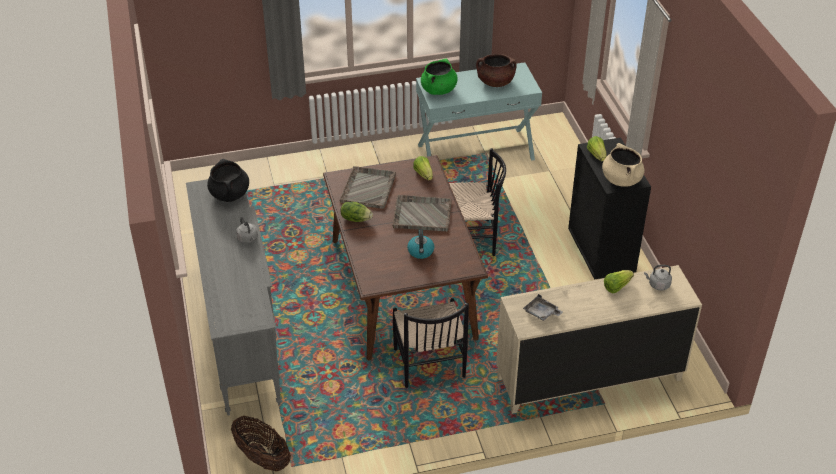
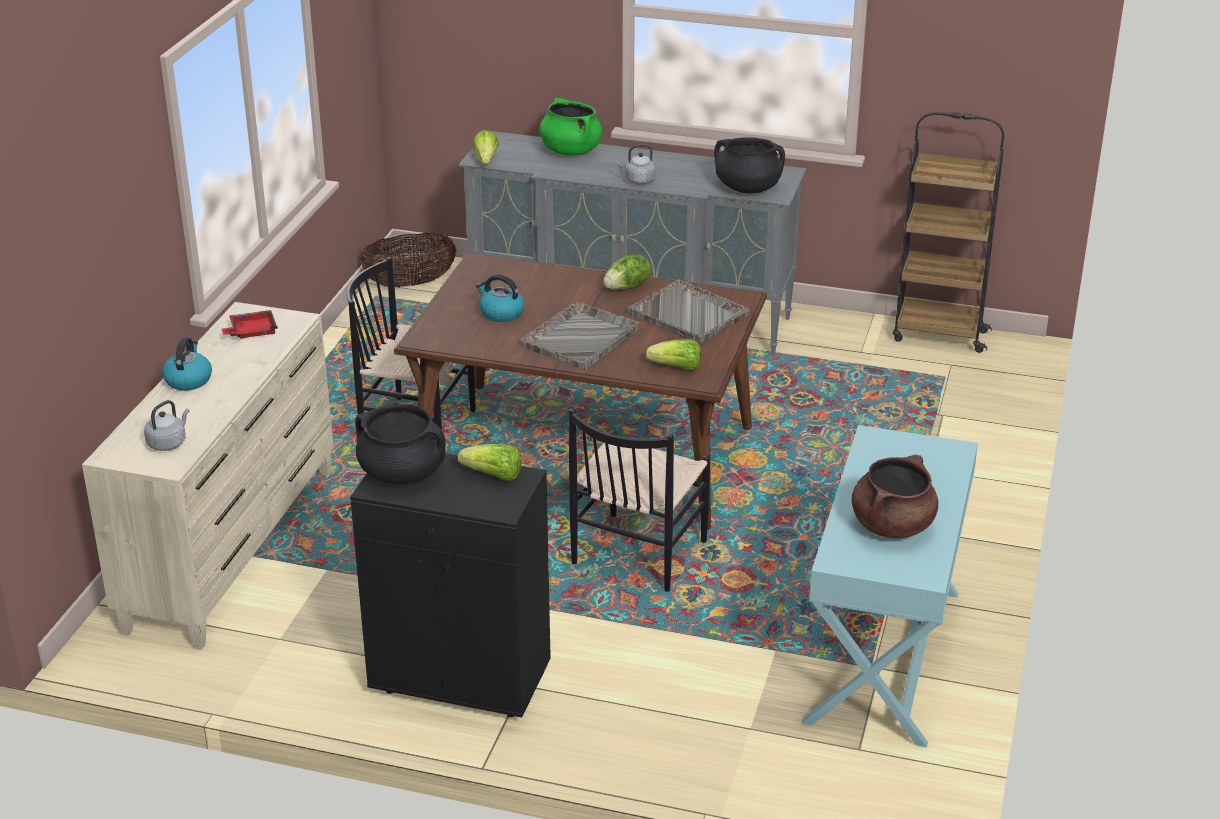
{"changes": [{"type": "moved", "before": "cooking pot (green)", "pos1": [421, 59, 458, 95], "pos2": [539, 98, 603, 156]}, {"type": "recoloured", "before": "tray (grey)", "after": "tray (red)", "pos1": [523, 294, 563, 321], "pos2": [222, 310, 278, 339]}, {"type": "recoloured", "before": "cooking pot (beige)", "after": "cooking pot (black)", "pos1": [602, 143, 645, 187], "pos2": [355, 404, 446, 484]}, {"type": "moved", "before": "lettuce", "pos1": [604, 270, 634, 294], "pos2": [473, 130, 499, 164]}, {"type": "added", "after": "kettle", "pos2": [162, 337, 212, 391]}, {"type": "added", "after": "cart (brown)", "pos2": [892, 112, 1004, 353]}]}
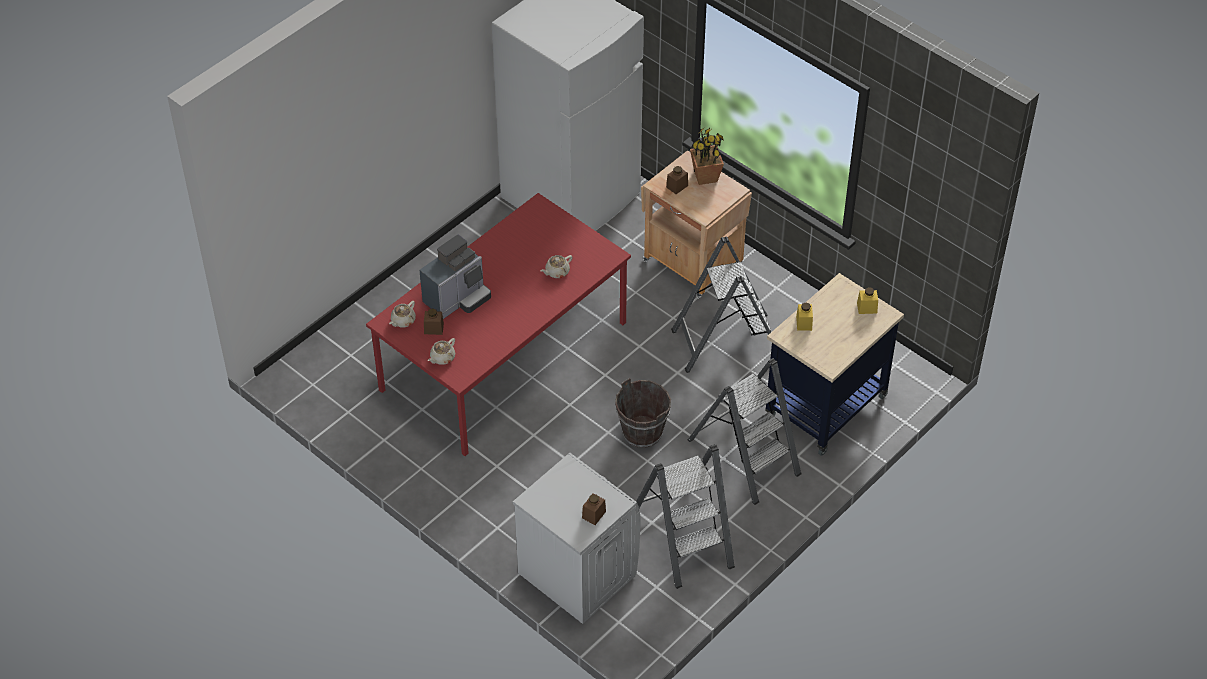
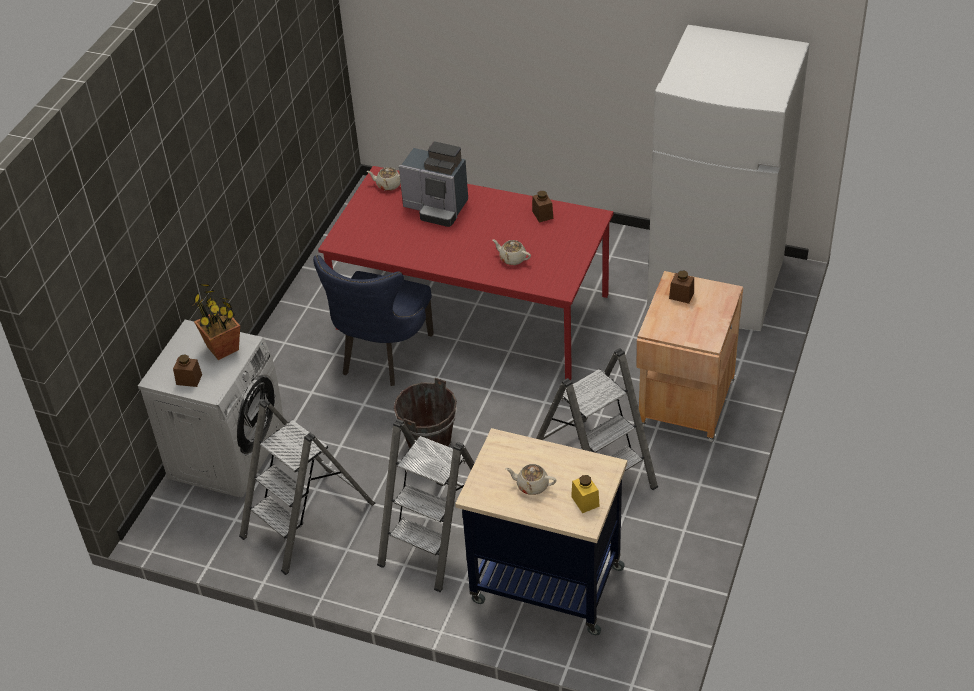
{"changes": [{"type": "moved", "before": "jar (brown)", "pos1": [424, 308, 444, 335], "pos2": [532, 191, 553, 222]}, {"type": "moved", "before": "teapot (beige)", "pos1": [428, 338, 455, 365], "pos2": [505, 464, 556, 495]}, {"type": "moved", "before": "potted plant", "pos1": [690, 128, 724, 185], "pos2": [193, 284, 240, 360]}, {"type": "removed", "before": "jar (yellow)", "pos1": [796, 303, 813, 331]}, {"type": "added", "after": "chair (blue)", "pos2": [313, 255, 434, 386]}]}
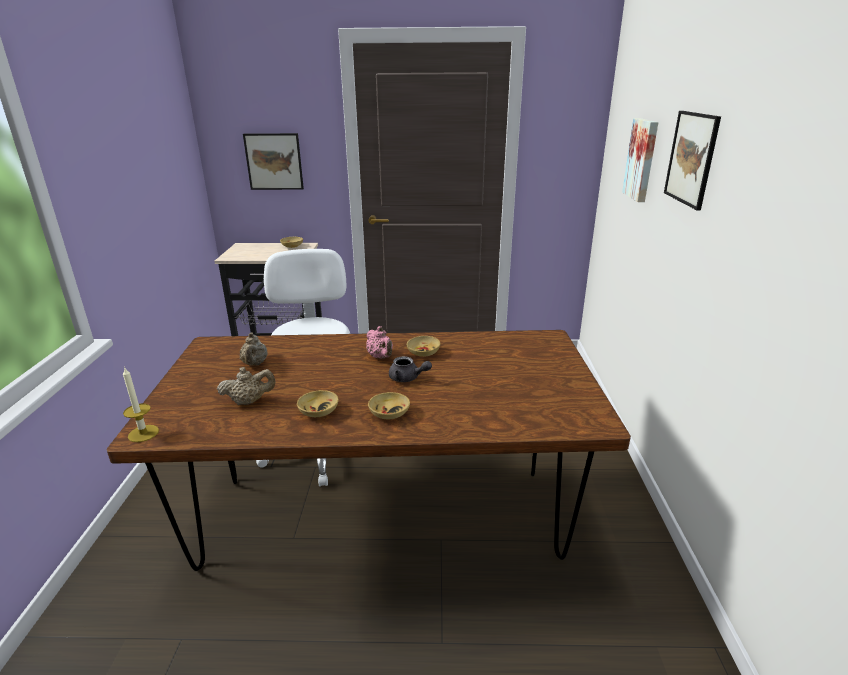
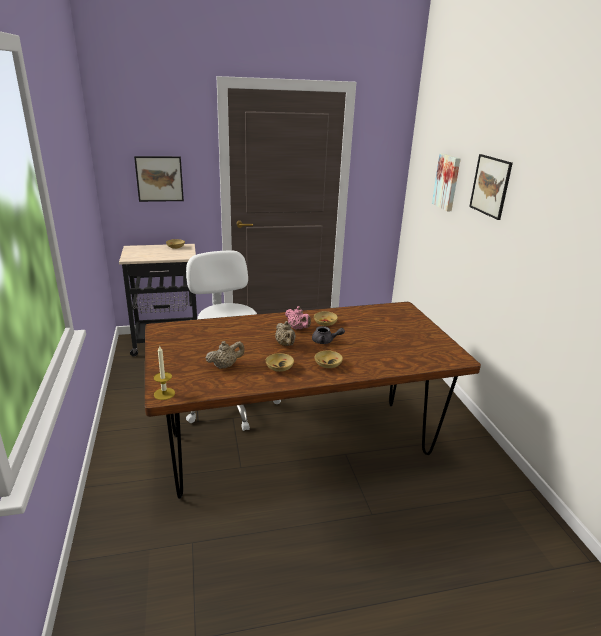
{"changes": [{"type": "moved", "before": "teapot (beige)", "pos1": [240, 332, 268, 366], "pos2": [275, 321, 296, 346]}]}
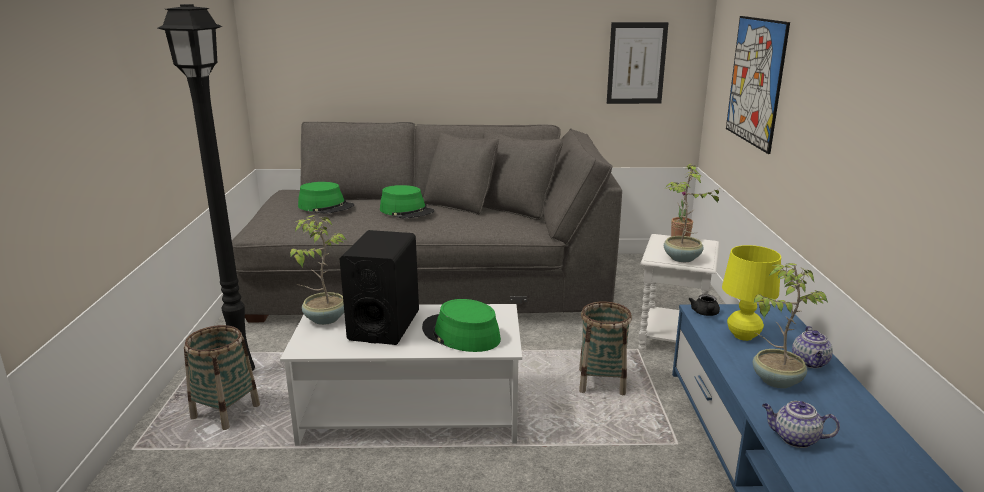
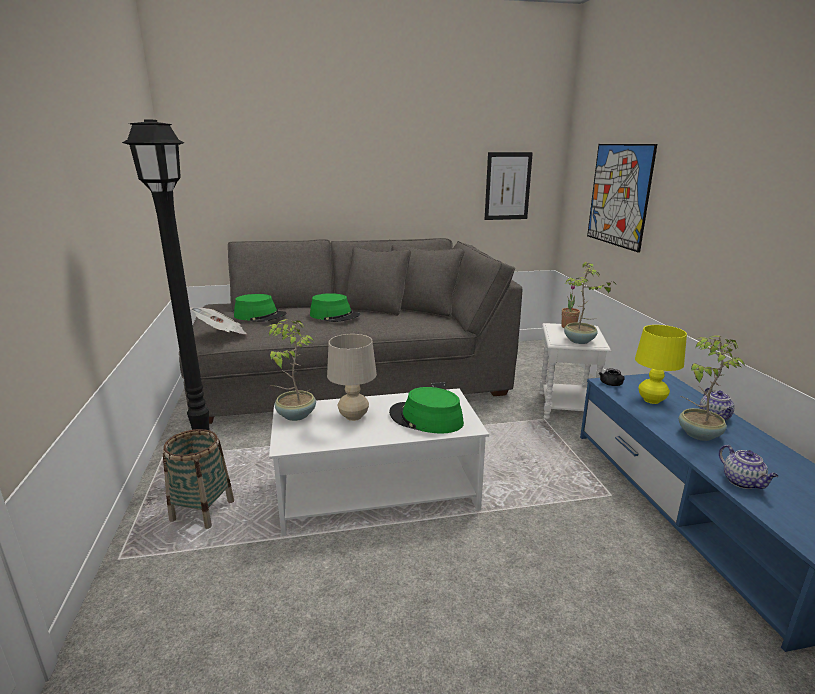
{"changes": [{"type": "replaced", "before": "speaker (black)", "after": "table lamp (beige)", "pos1": [340, 230, 419, 345], "pos2": [327, 334, 377, 421]}, {"type": "removed", "before": "basket", "pos1": [579, 301, 632, 395]}, {"type": "turned", "before": "teapot", "pos1": [762, 401, 840, 448], "pos2": [719, 445, 779, 489], "turn": -120}, {"type": "added", "after": "newspaper", "pos2": [190, 307, 247, 334]}]}
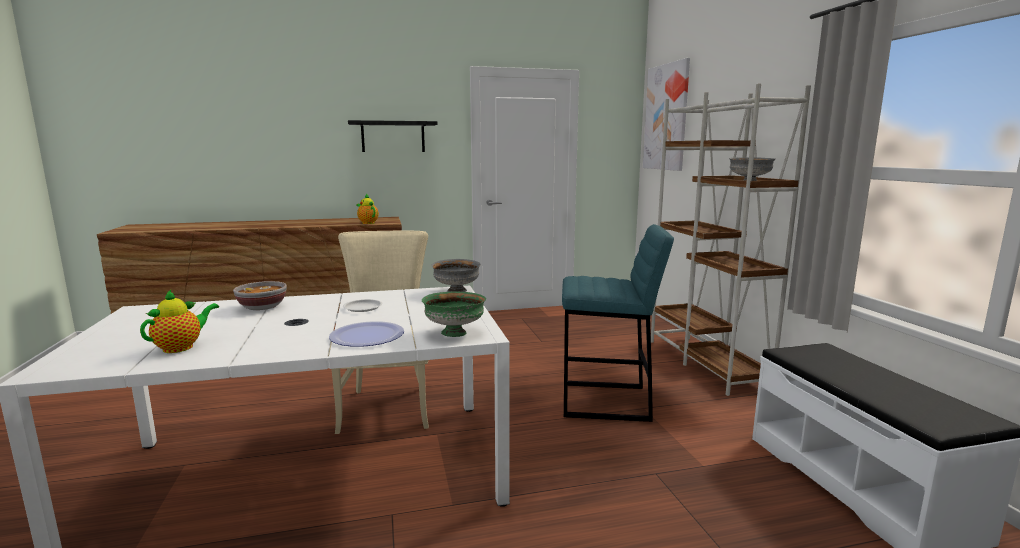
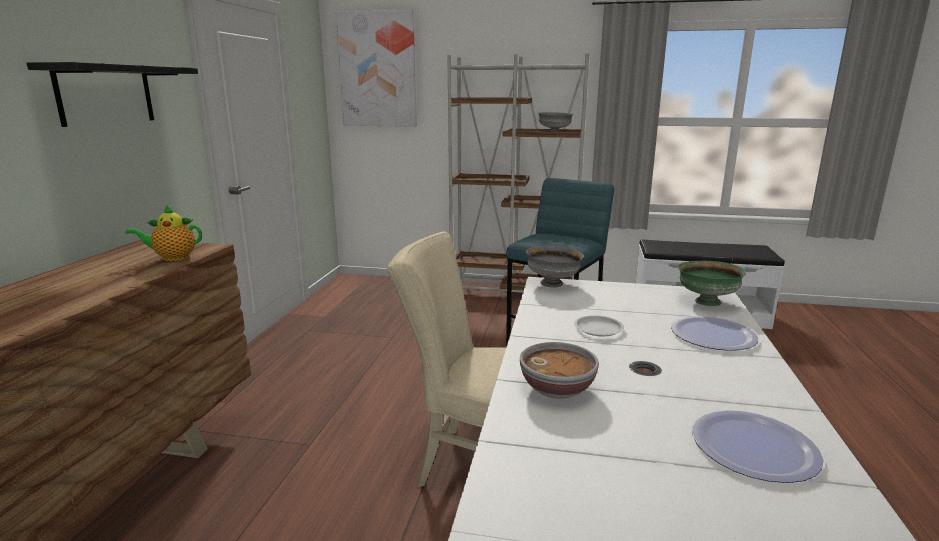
{"changes": [{"type": "replaced", "before": "teapot", "after": "plate", "pos1": [140, 290, 219, 353], "pos2": [693, 410, 824, 483]}]}
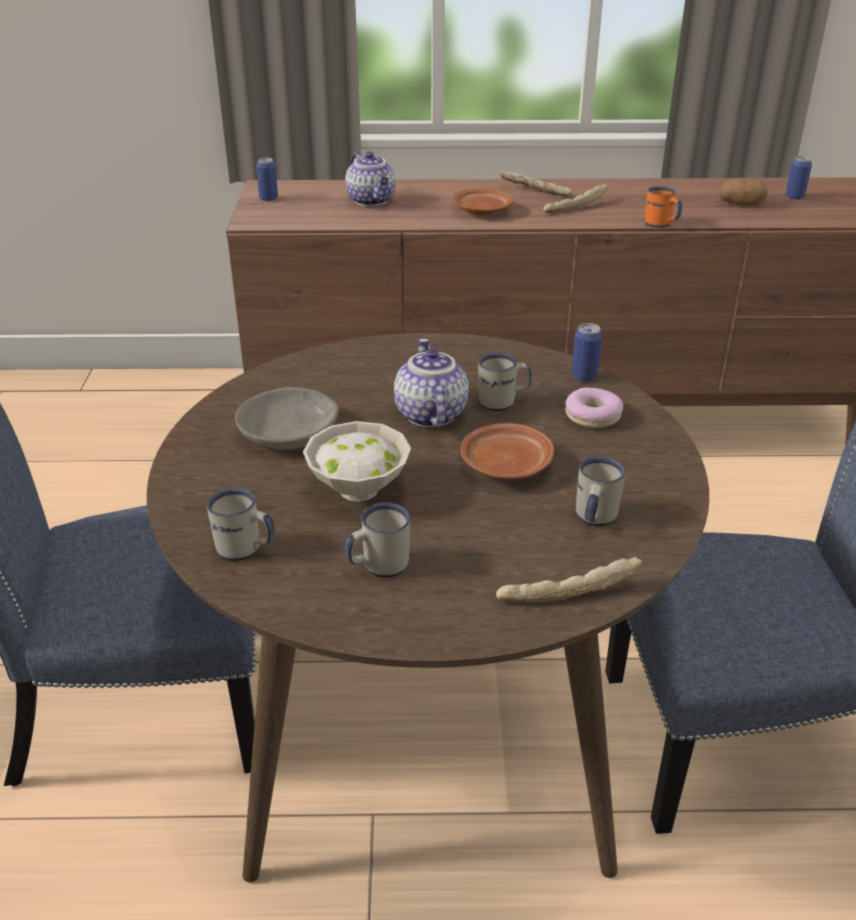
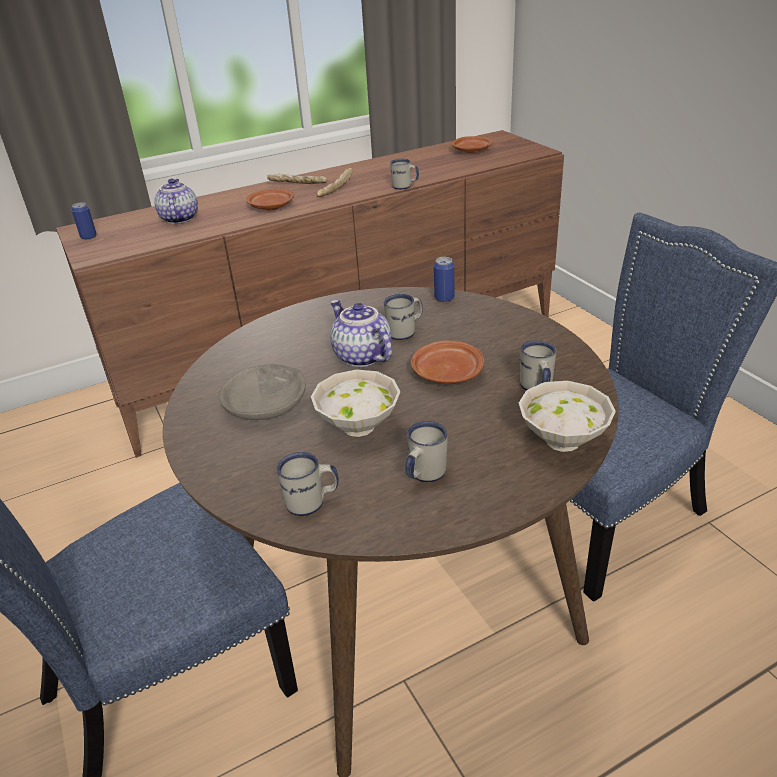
{"changes": [{"type": "turned", "before": "teapot", "pos1": [345, 152, 396, 206], "pos2": [154, 179, 198, 224], "turn": -135}, {"type": "replaced", "before": "bread", "after": "bowl (white)", "pos1": [496, 557, 642, 603], "pos2": [519, 381, 616, 452]}, {"type": "removed", "before": "donut", "pos1": [565, 387, 623, 428]}, {"type": "recoloured", "before": "mug (orange)", "after": "mug (white)", "pos1": [645, 186, 682, 228], "pos2": [390, 159, 419, 190]}, {"type": "removed", "before": "potato", "pos1": [719, 178, 768, 206]}, {"type": "replaced", "before": "can", "after": "plate (brown)", "pos1": [786, 156, 812, 200], "pos2": [452, 136, 493, 153]}]}
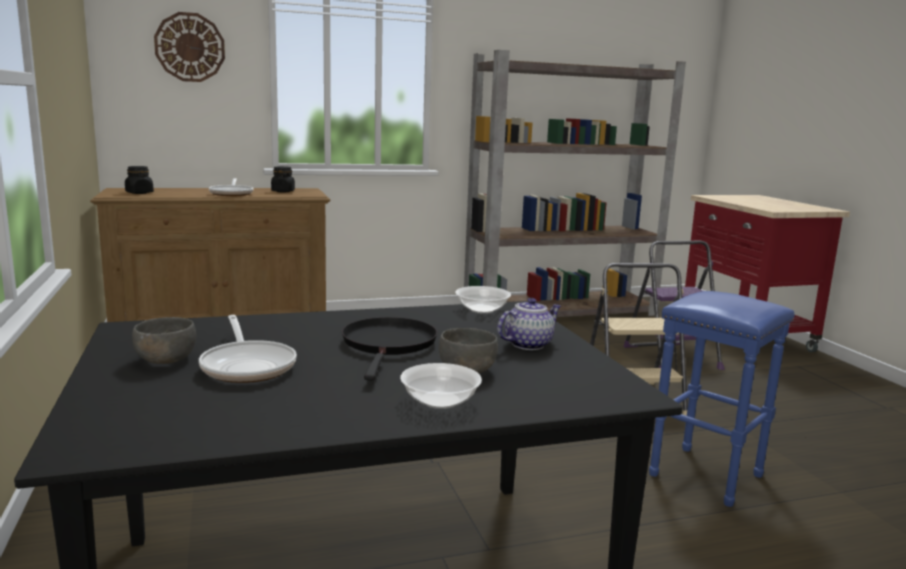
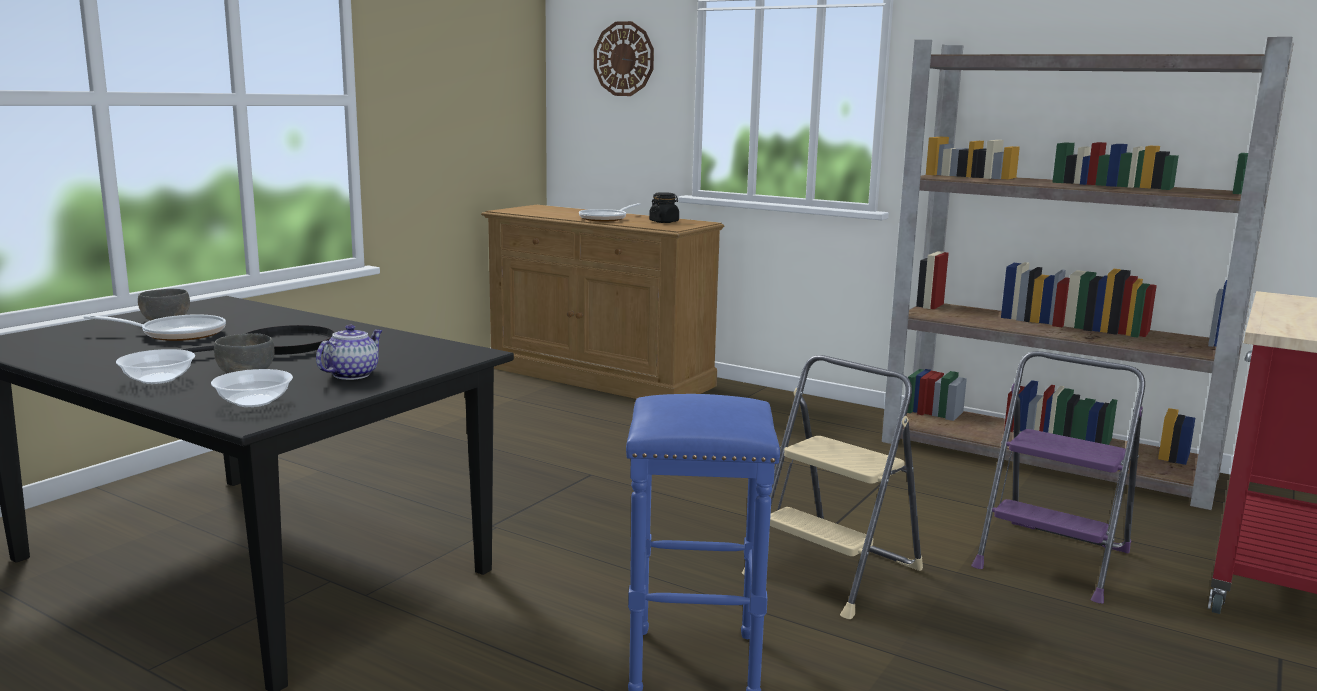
{"changes": [{"type": "removed", "before": "jar (black)", "pos1": [125, 166, 154, 194]}, {"type": "turned", "before": "frying pan", "pos1": [199, 315, 297, 383], "pos2": [83, 314, 226, 341], "turn": -120}, {"type": "moved", "before": "bowl", "pos1": [455, 286, 511, 313], "pos2": [211, 369, 293, 407]}, {"type": "turned", "before": "teapot", "pos1": [497, 298, 561, 350], "pos2": [316, 324, 383, 380], "turn": -75}]}
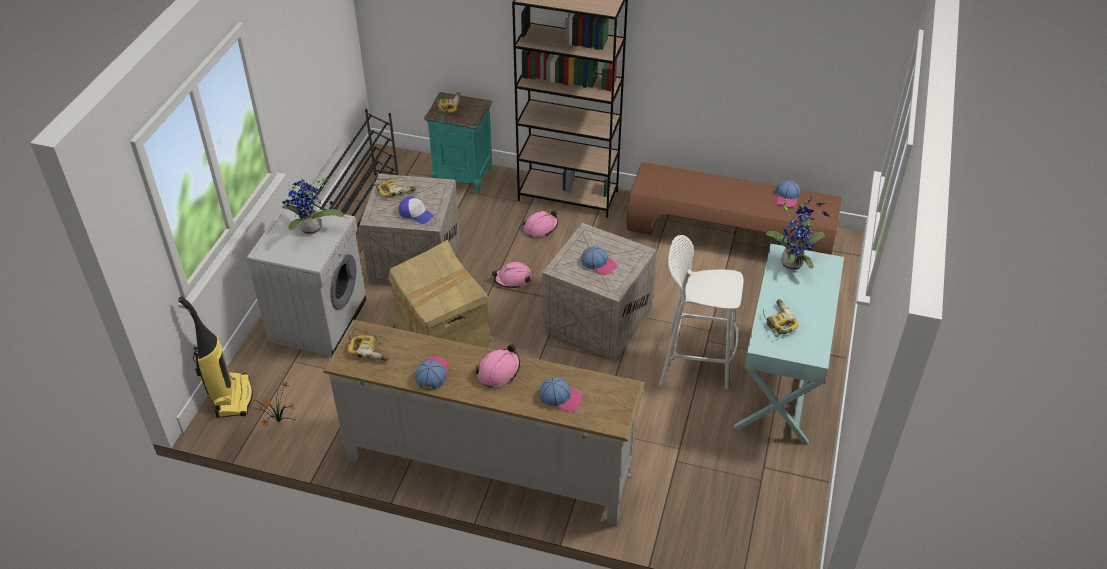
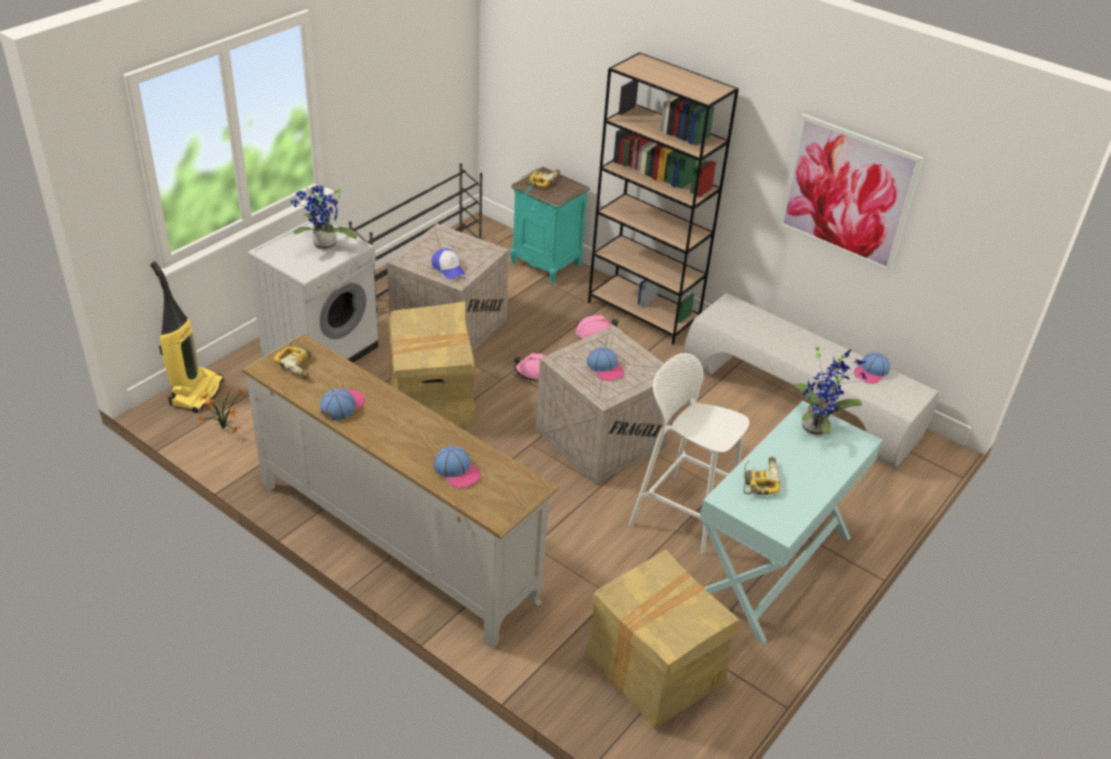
{"changes": [{"type": "removed", "before": "power drill", "pos1": [373, 177, 416, 197]}, {"type": "removed", "before": "hard hat (pink)", "pos1": [475, 344, 520, 388]}, {"type": "recoloured", "before": "bench (brown)", "after": "bench (grey)", "pos1": [626, 162, 842, 255], "pos2": [684, 293, 939, 468]}, {"type": "added", "after": "cardboard box", "pos2": [584, 549, 740, 729]}, {"type": "added", "after": "picture", "pos2": [778, 114, 923, 273]}]}
